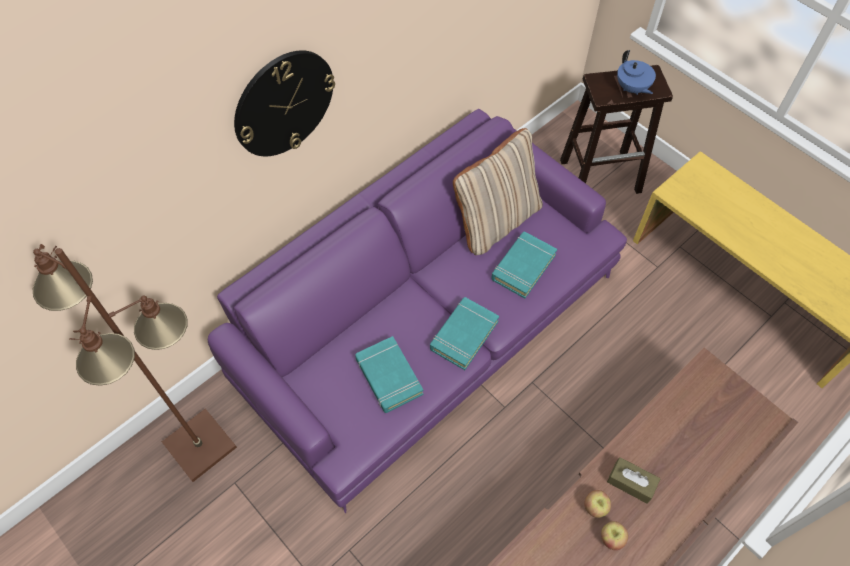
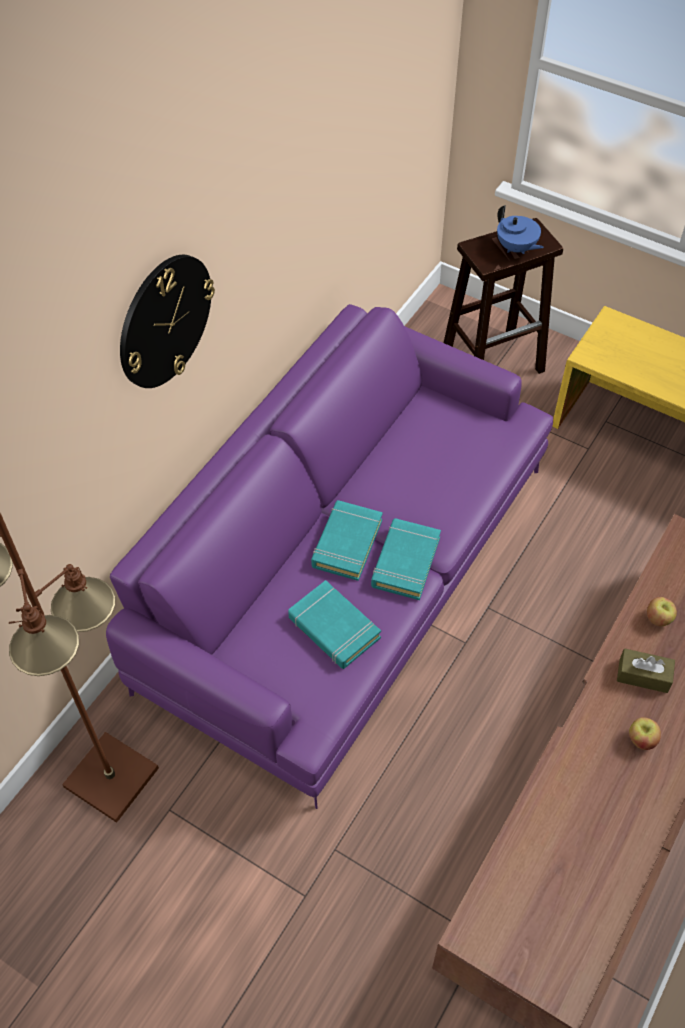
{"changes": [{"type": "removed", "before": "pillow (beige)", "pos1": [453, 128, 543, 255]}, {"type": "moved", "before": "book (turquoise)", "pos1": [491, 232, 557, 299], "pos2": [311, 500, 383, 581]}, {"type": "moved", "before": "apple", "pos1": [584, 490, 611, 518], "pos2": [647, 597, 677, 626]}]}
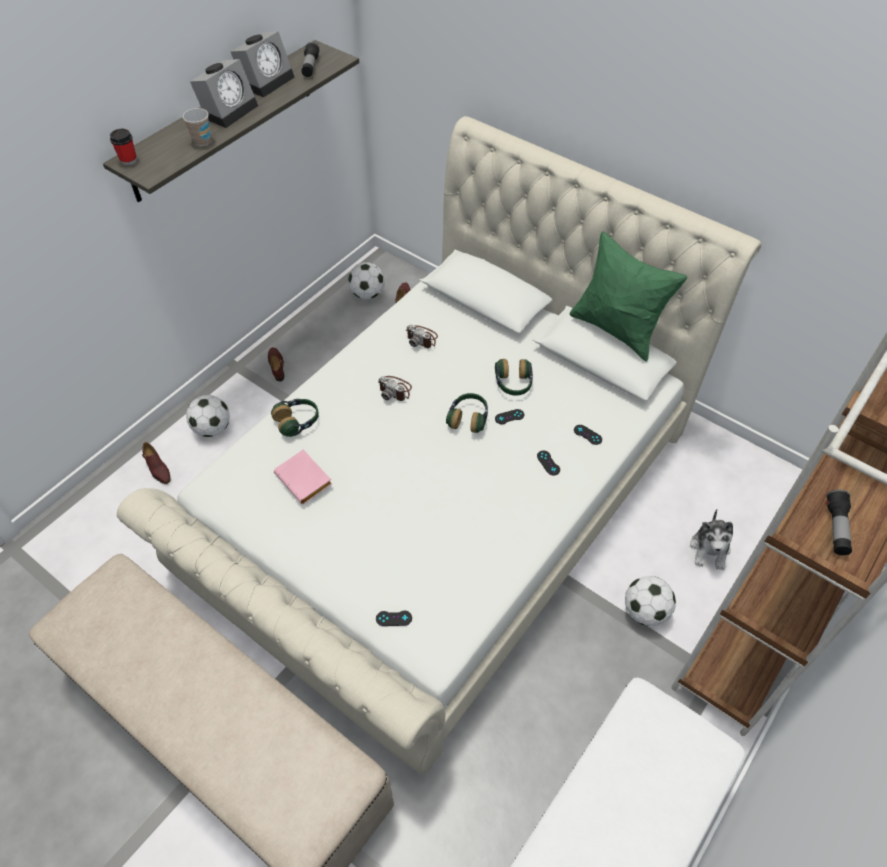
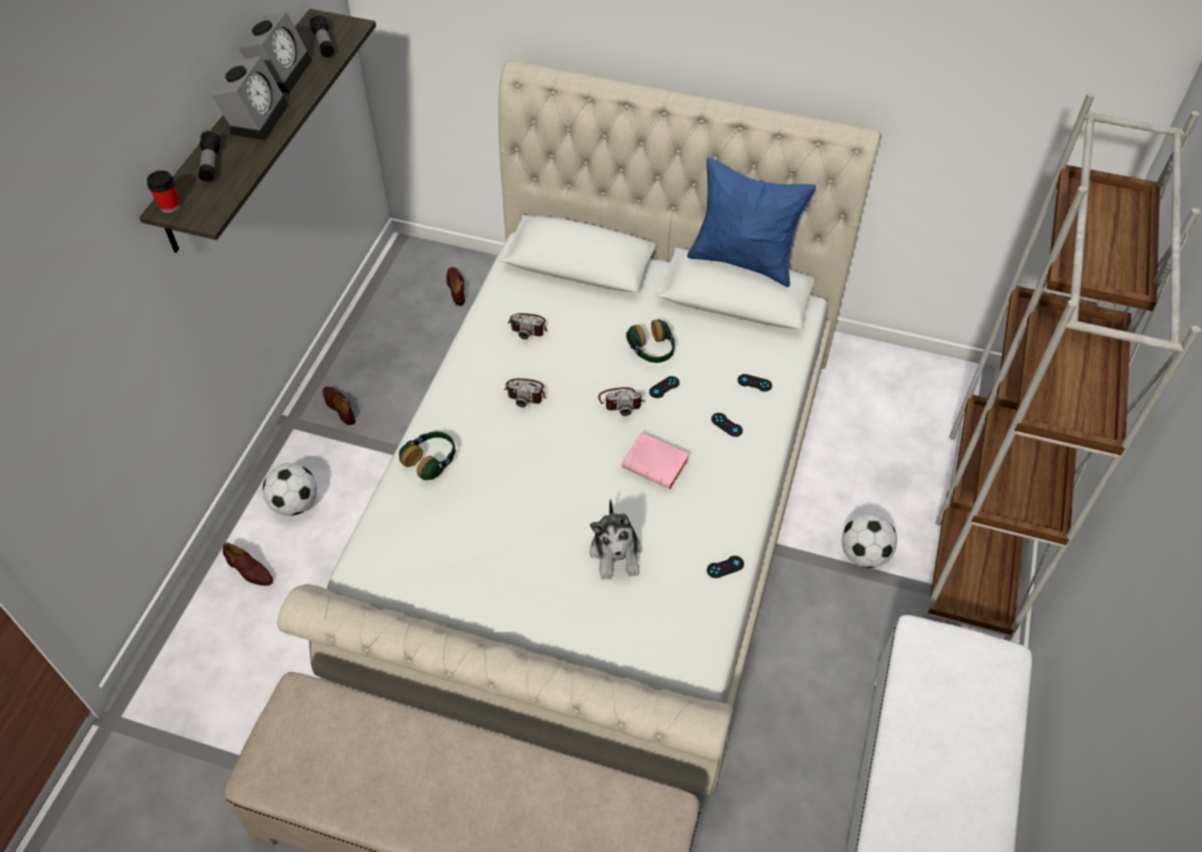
{"changes": [{"type": "removed", "before": "cup", "pos1": [183, 108, 211, 146]}, {"type": "moved", "before": "book (pink)", "pos1": [274, 450, 332, 504], "pos2": [621, 432, 690, 489]}, {"type": "removed", "before": "football", "pos1": [348, 262, 385, 299]}, {"type": "moved", "before": "game controller (black)", "pos1": [376, 611, 412, 626], "pos2": [707, 556, 744, 578]}, {"type": "replaced", "before": "headphones", "after": "photo camera", "pos1": [446, 393, 488, 433], "pos2": [598, 387, 645, 416]}, {"type": "recoloured", "before": "pillow (green)", "after": "pillow (blue)", "pos1": [570, 231, 688, 362], "pos2": [687, 157, 816, 287]}, {"type": "moved", "before": "plush toy", "pos1": [690, 509, 733, 571], "pos2": [590, 499, 642, 580]}, {"type": "moved", "before": "flashlight", "pos1": [827, 489, 852, 555], "pos2": [198, 130, 221, 182]}]}
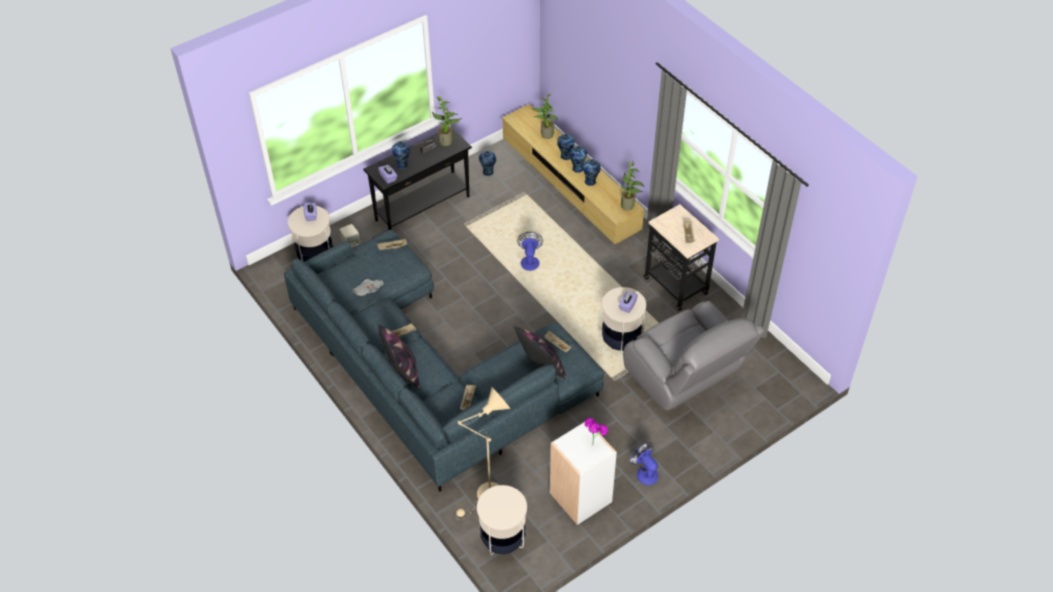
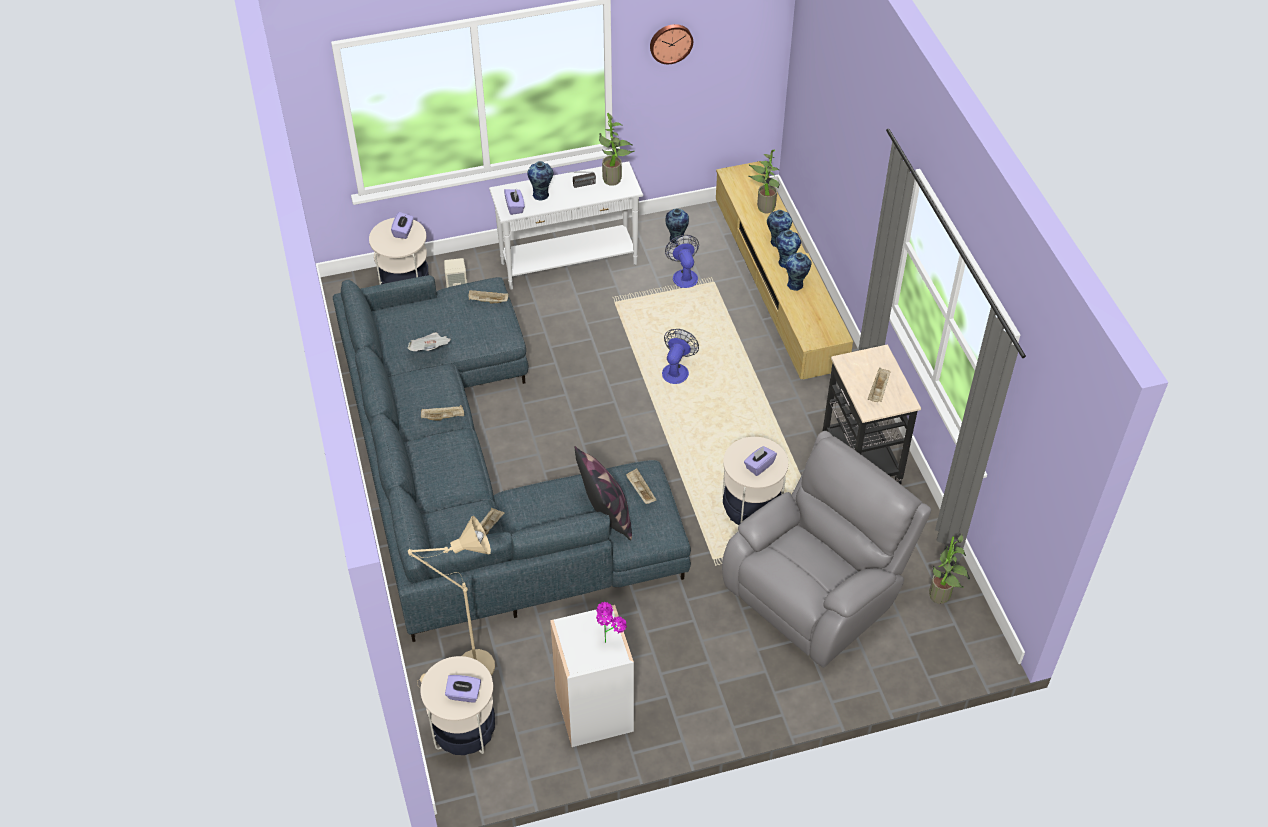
{"changes": [{"type": "recoloured", "before": "console table (black)", "after": "console table (white)", "pos1": [363, 127, 472, 230], "pos2": [489, 161, 643, 290]}, {"type": "removed", "before": "pillow", "pos1": [378, 324, 419, 389]}, {"type": "moved", "before": "potted plant", "pos1": [621, 160, 645, 211], "pos2": [929, 533, 970, 604]}, {"type": "turned", "before": "armchair (grey)", "pos1": [623, 301, 764, 410], "pos2": [722, 431, 931, 668], "turn": -120}, {"type": "moved", "before": "fan", "pos1": [629, 442, 659, 485], "pos2": [665, 235, 699, 288]}, {"type": "added", "after": "tissue box (purple)", "pos2": [445, 675, 481, 703]}, {"type": "added", "after": "wall clock", "pos2": [650, 24, 693, 64]}]}
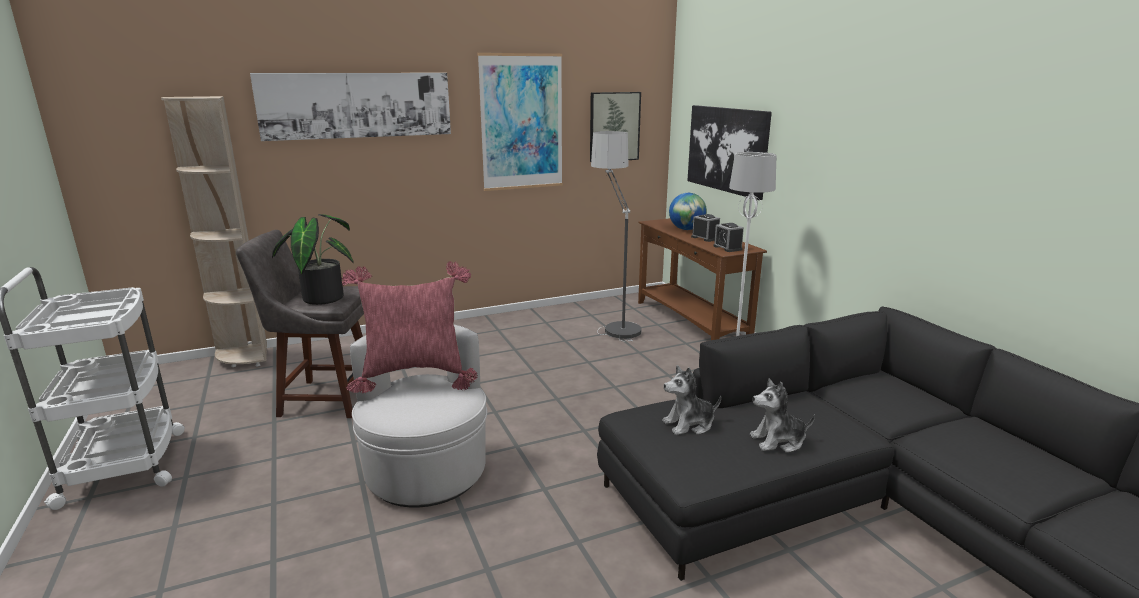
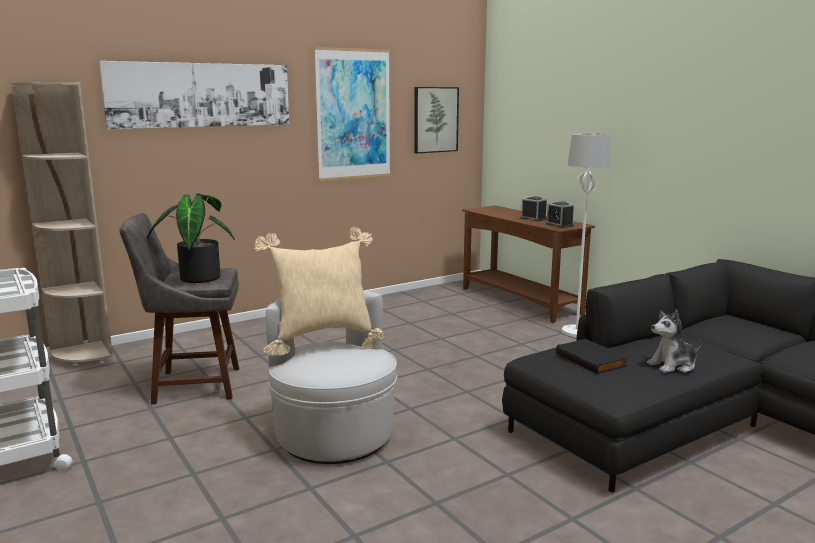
{"changes": [{"type": "recoloured", "before": "pillow (red)", "after": "pillow (beige)", "pos1": [341, 261, 478, 394], "pos2": [254, 226, 385, 356]}, {"type": "removed", "before": "floor lamp", "pos1": [591, 131, 641, 341]}, {"type": "replaced", "before": "plush toy", "after": "book (black)", "pos1": [662, 365, 721, 435], "pos2": [556, 339, 628, 374]}, {"type": "removed", "before": "globe", "pos1": [669, 193, 707, 230]}, {"type": "removed", "before": "picture", "pos1": [687, 105, 772, 200]}]}
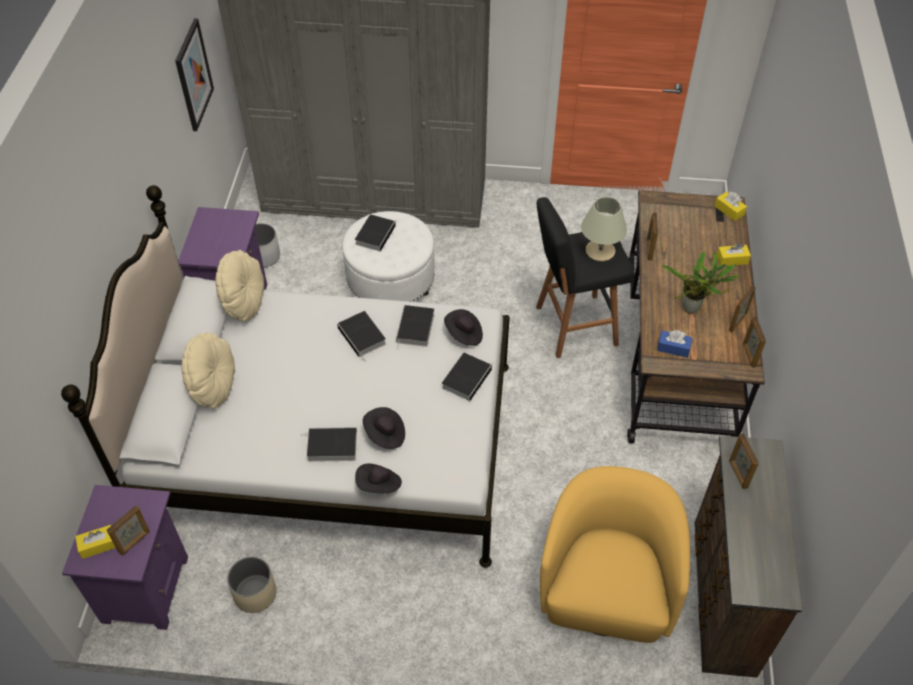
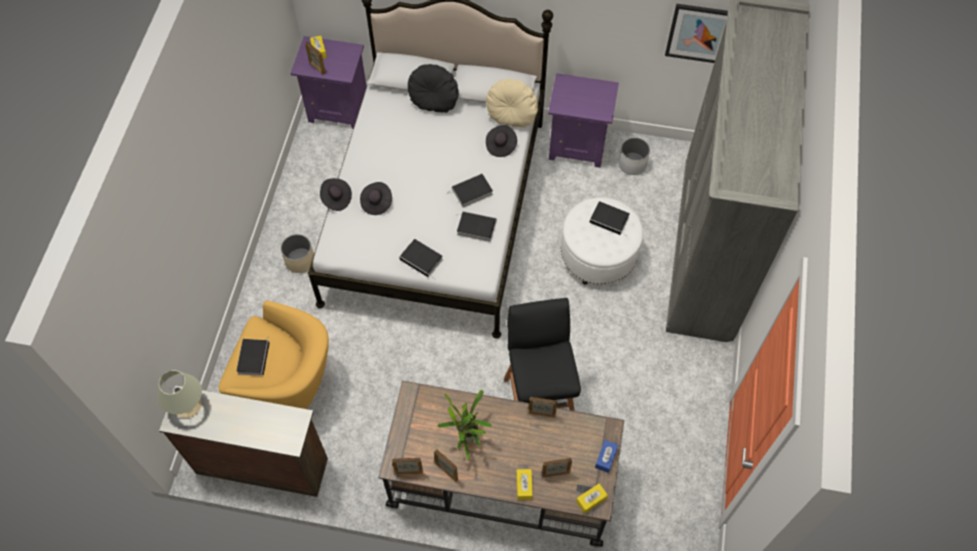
{"changes": [{"type": "recoloured", "before": "pillow (beige)", "after": "pillow (black)", "pos1": [181, 332, 235, 409], "pos2": [408, 64, 459, 113]}, {"type": "moved", "before": "planter (beige)", "pos1": [227, 556, 277, 613], "pos2": [281, 234, 314, 273]}, {"type": "moved", "before": "book", "pos1": [301, 427, 357, 462], "pos2": [236, 338, 269, 376]}, {"type": "moved", "before": "hat (black)", "pos1": [444, 309, 483, 346], "pos2": [486, 125, 517, 157]}, {"type": "moved", "before": "table lamp (beige)", "pos1": [581, 197, 627, 262], "pos2": [158, 370, 202, 418]}, {"type": "moved", "before": "tissue box (blue)", "pos1": [657, 330, 693, 358], "pos2": [595, 440, 618, 473]}, {"type": "moved", "before": "picture frame", "pos1": [729, 433, 759, 489], "pos2": [542, 458, 572, 478]}]}
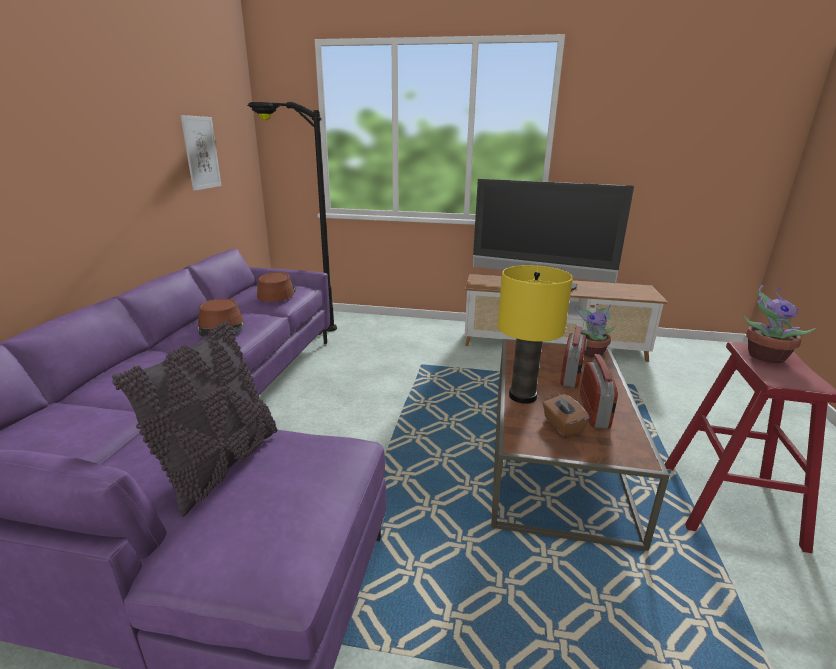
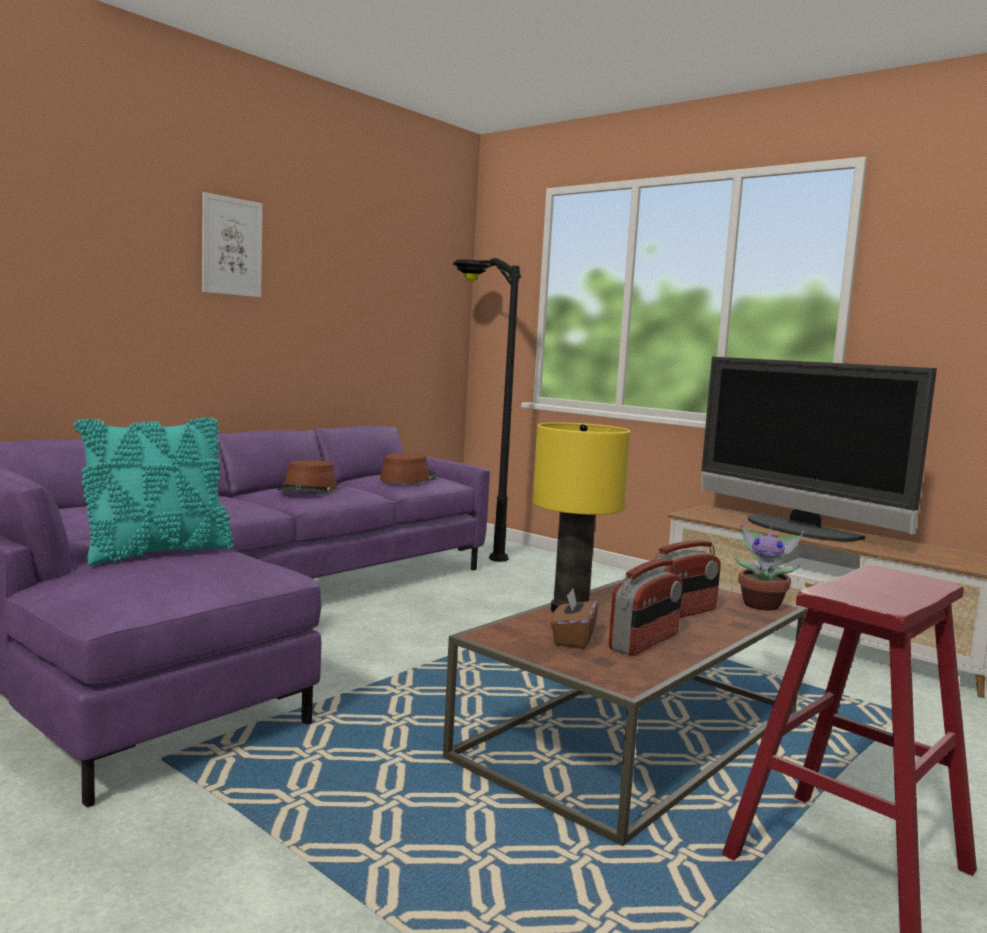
{"changes": [{"type": "recoloured", "before": "pillow (black)", "after": "pillow (turquoise)", "pos1": [112, 321, 278, 517], "pos2": [74, 417, 233, 566]}, {"type": "moved", "before": "picture", "pos1": [181, 115, 222, 191], "pos2": [202, 192, 263, 298]}, {"type": "removed", "before": "potted plant", "pos1": [744, 285, 816, 363]}]}
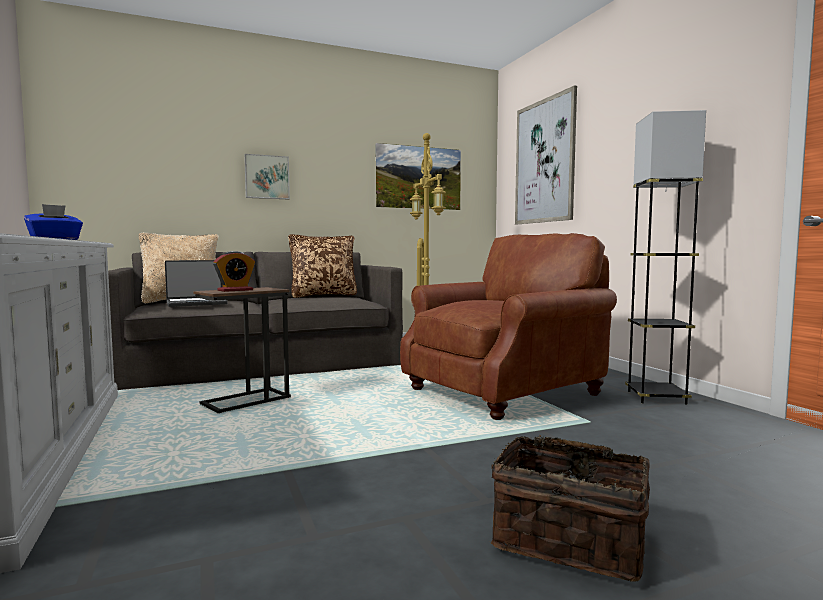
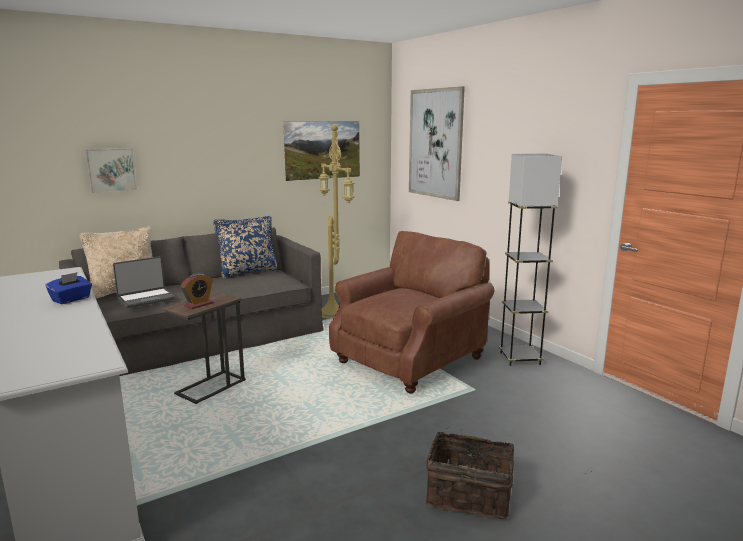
{"changes": [{"type": "moved", "before": "picture", "pos1": [244, 154, 290, 199], "pos2": [85, 148, 137, 193]}, {"type": "recoloured", "before": "pillow (brown)", "after": "pillow (blue)", "pos1": [288, 234, 357, 298], "pos2": [213, 216, 278, 278]}]}
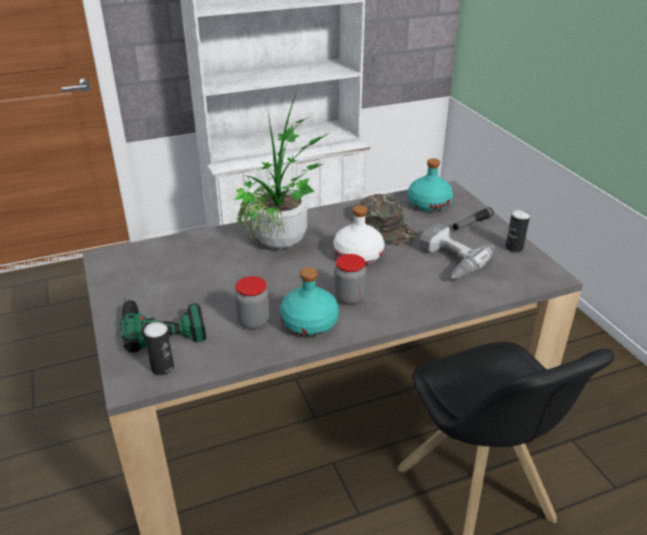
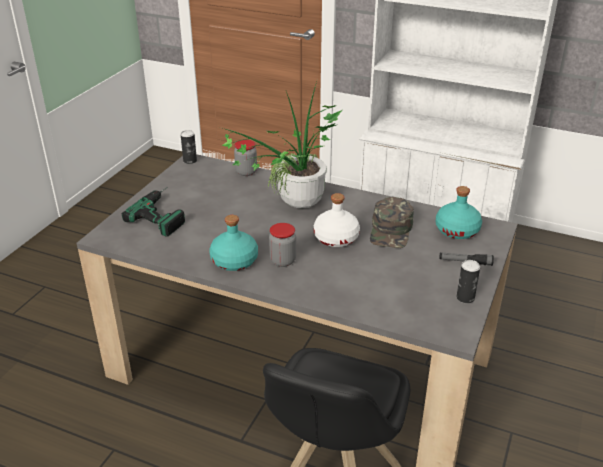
{"changes": [{"type": "moved", "before": "can", "pos1": [144, 322, 174, 375], "pos2": [180, 130, 197, 164]}, {"type": "moved", "before": "jar", "pos1": [235, 276, 269, 330], "pos2": [234, 140, 257, 176]}, {"type": "removed", "before": "power drill", "pos1": [419, 223, 496, 279]}]}
